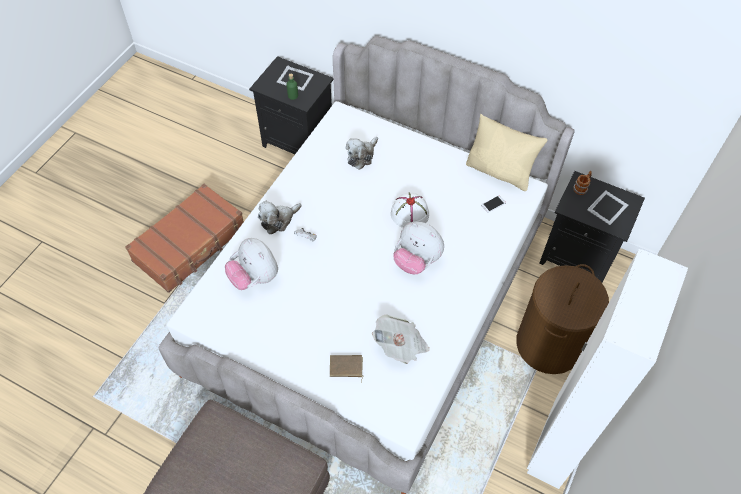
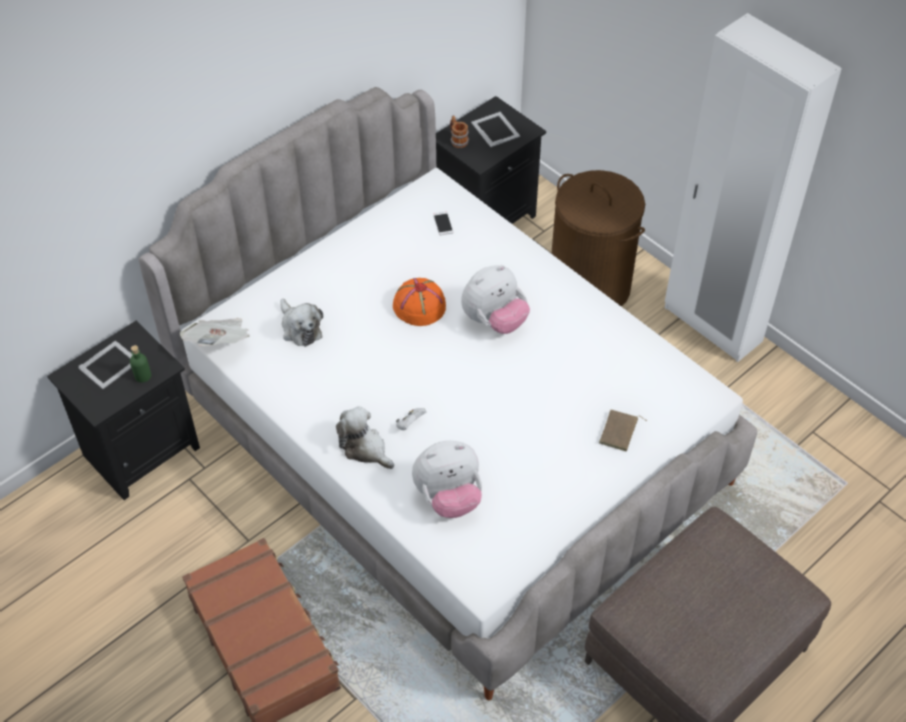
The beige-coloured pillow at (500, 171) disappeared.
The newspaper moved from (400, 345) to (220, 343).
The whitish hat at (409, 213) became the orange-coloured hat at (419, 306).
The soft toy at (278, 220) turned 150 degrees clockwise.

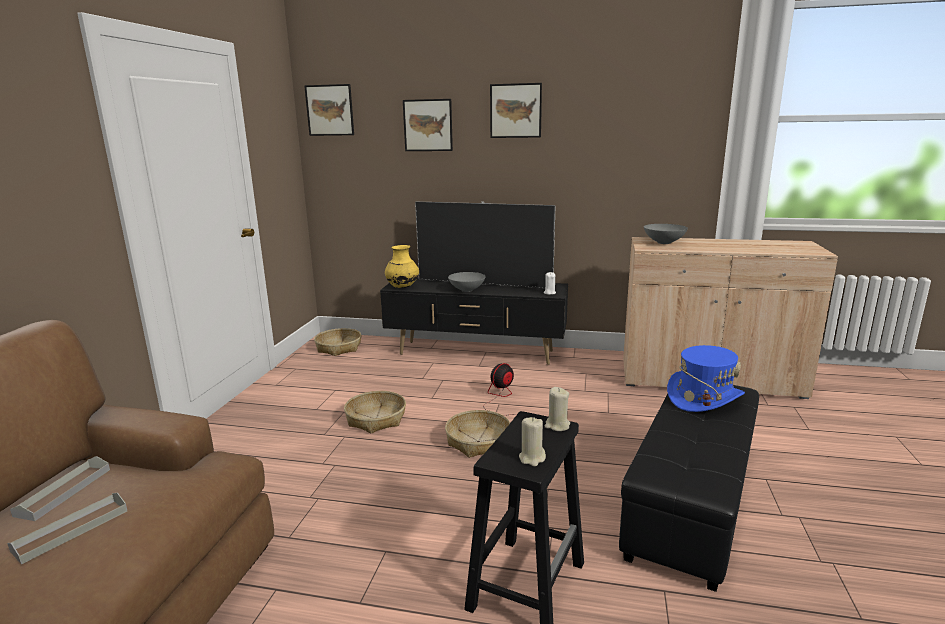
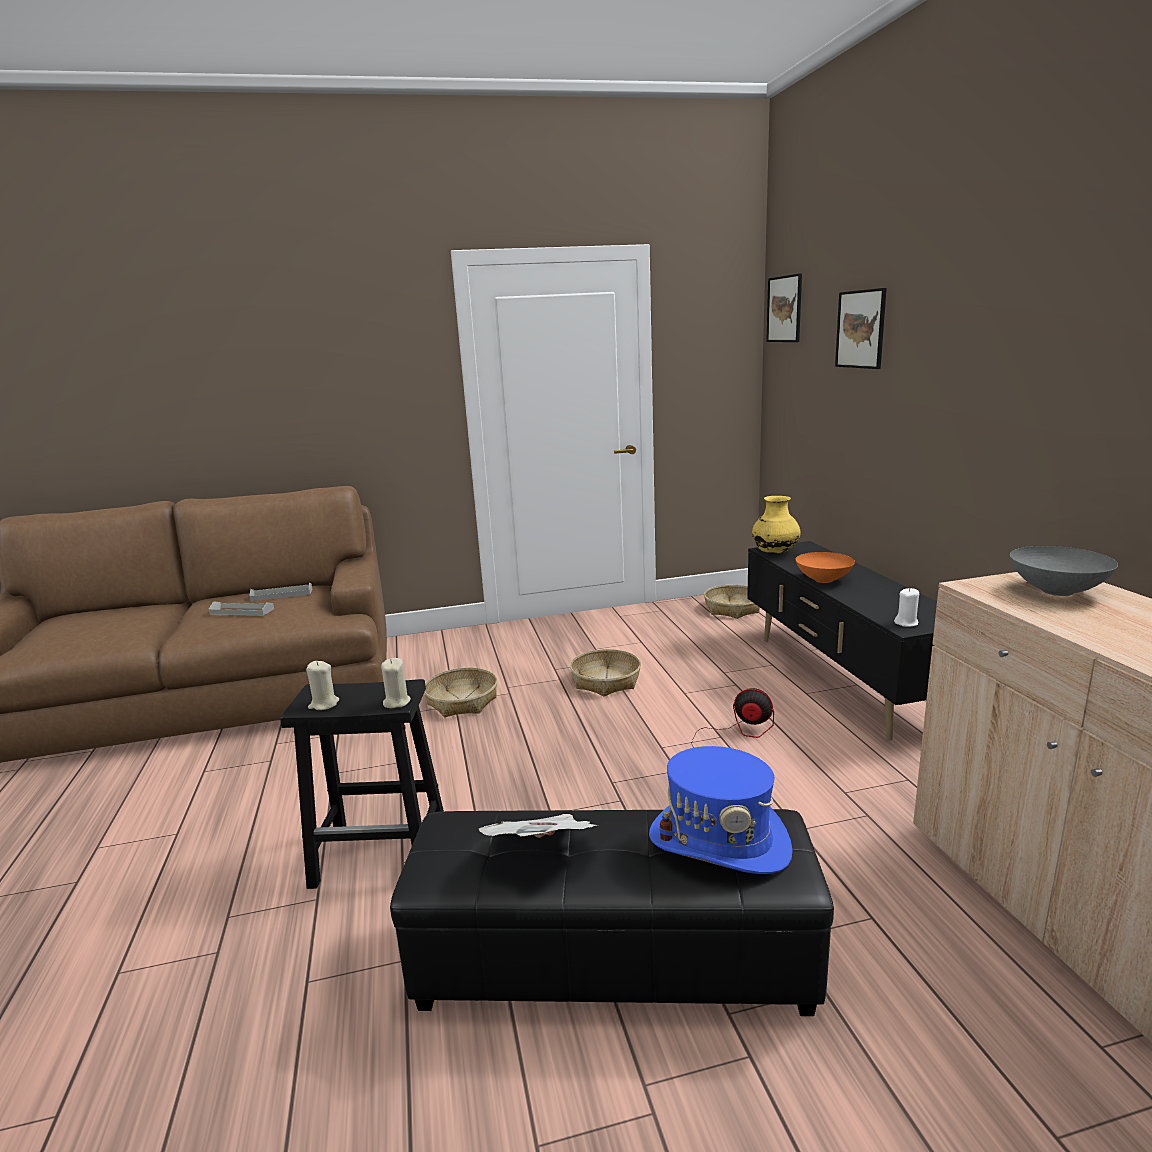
The television at (484, 284) disappeared.
The wall picture at (515, 111) disappeared.
The newspaper at (543, 851) appeared.
The household basket moved from (478, 441) to (462, 701).
The grey serving bowl at (466, 290) became the orange-coloured serving bowl at (822, 580).

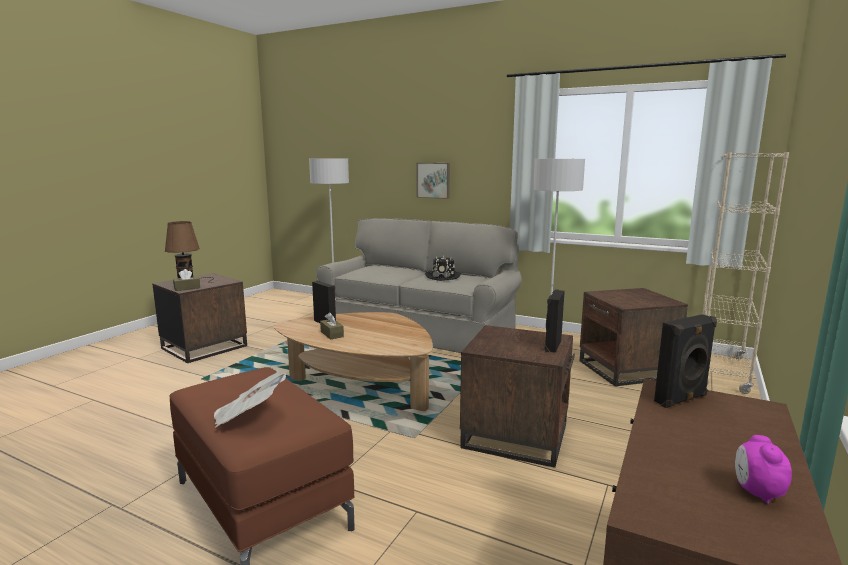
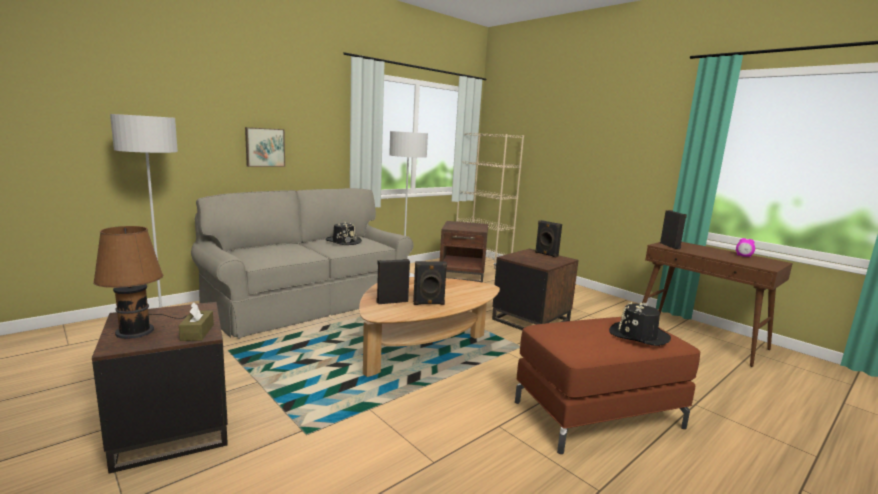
The newspaper at (249, 417) was replaced by the black hat at (638, 335).
The brownish box of tissues at (332, 334) was replaced by the black audio speaker at (428, 303).

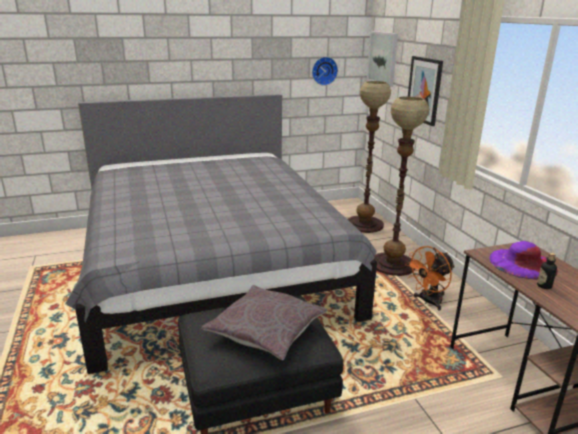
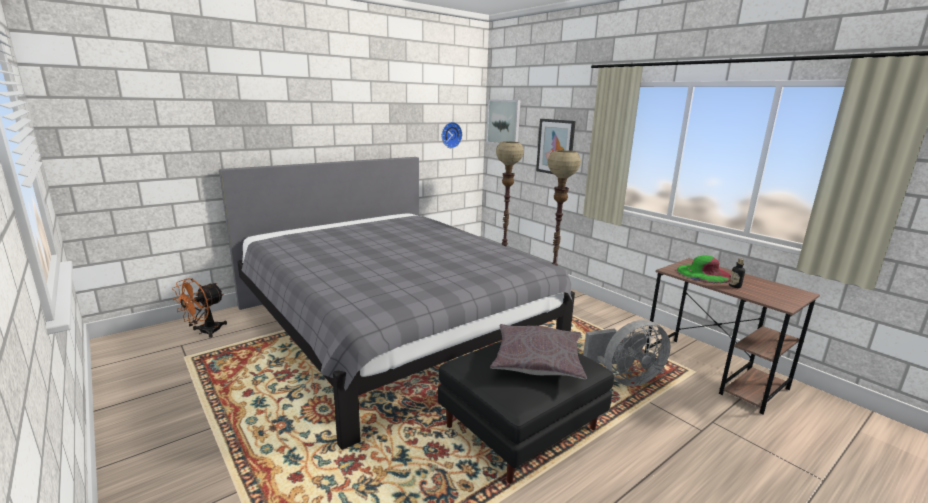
The grey fan at (624, 378) appeared.
The orange-coloured fan moved from (428, 302) to (205, 332).
The purple-coloured hat at (522, 263) became the greenish hat at (704, 273).

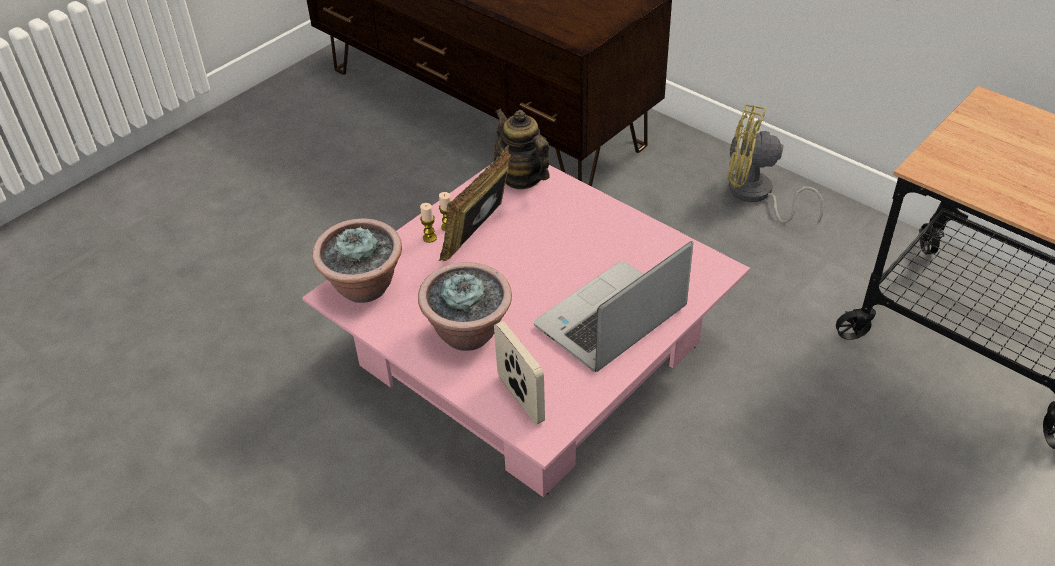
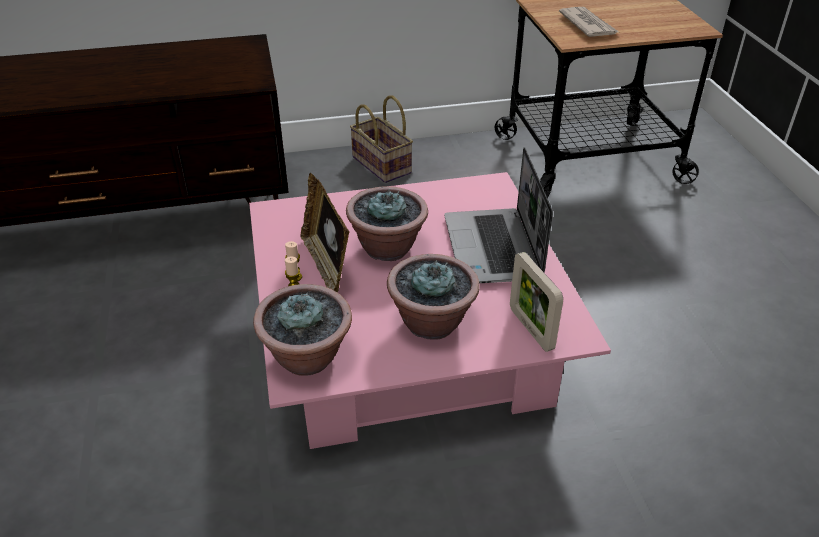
The teapot at (522, 177) disappeared.
The potted plant at (387, 248) appeared.
The newspaper at (587, 25) appeared.
The yellowish fan at (756, 195) was replaced by the household basket at (383, 165).
The picture frame at (520, 398) turned 120 degrees counterclockwise.

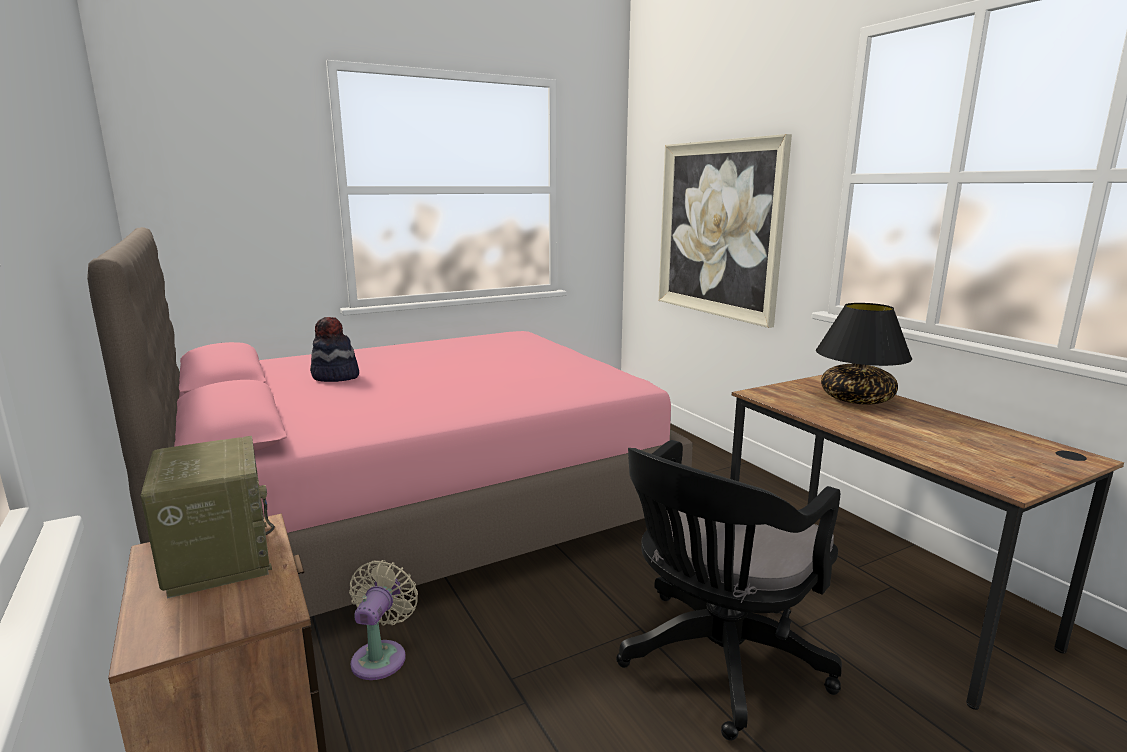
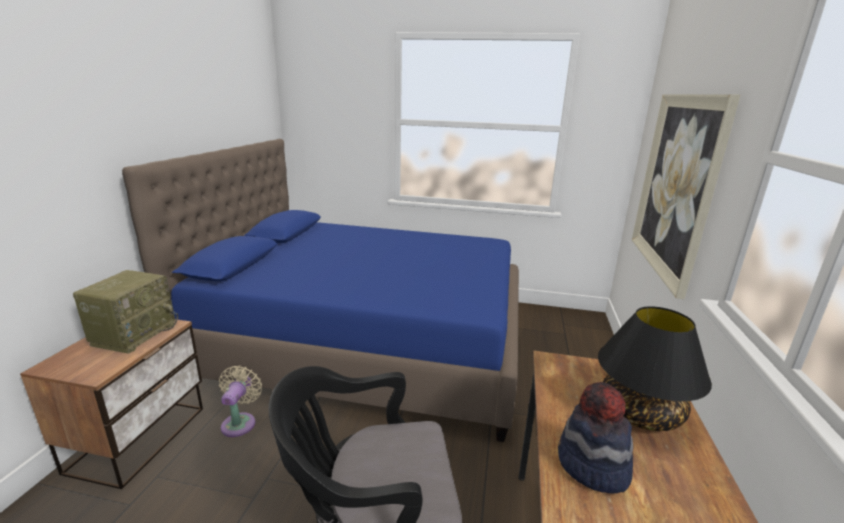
The hat moved from (335, 377) to (592, 465).
The pink-coloured sleeping bed at (418, 508) became the blue-coloured sleeping bed at (367, 342).
The beige-coloured fan at (381, 656) turned 45 degrees counterclockwise.

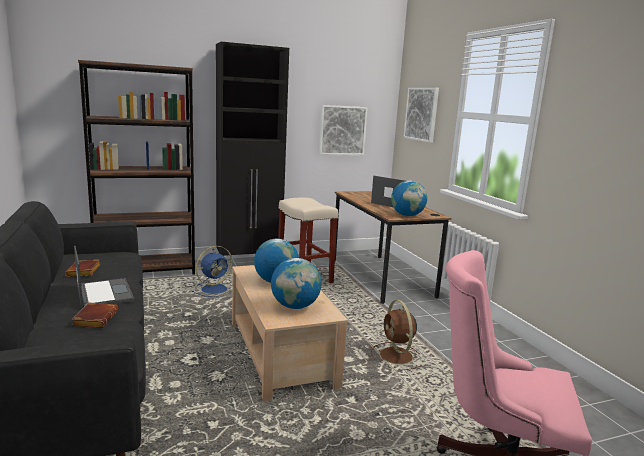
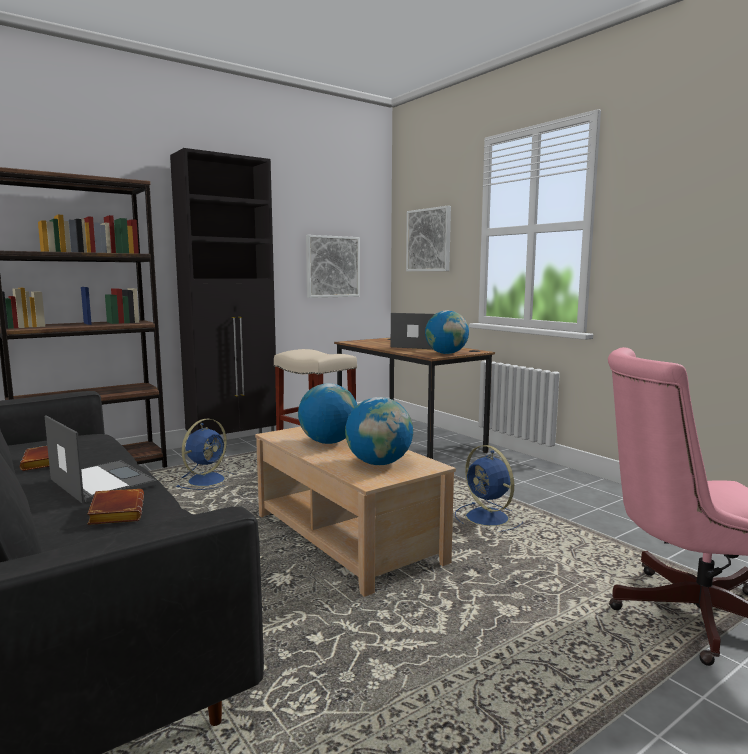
The brownish fan at (396, 357) became the blue-coloured fan at (488, 518).

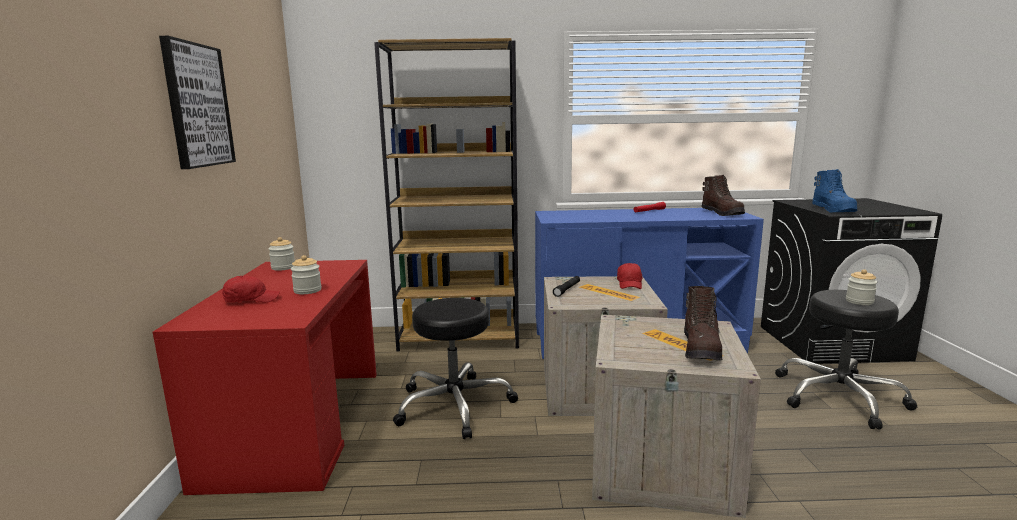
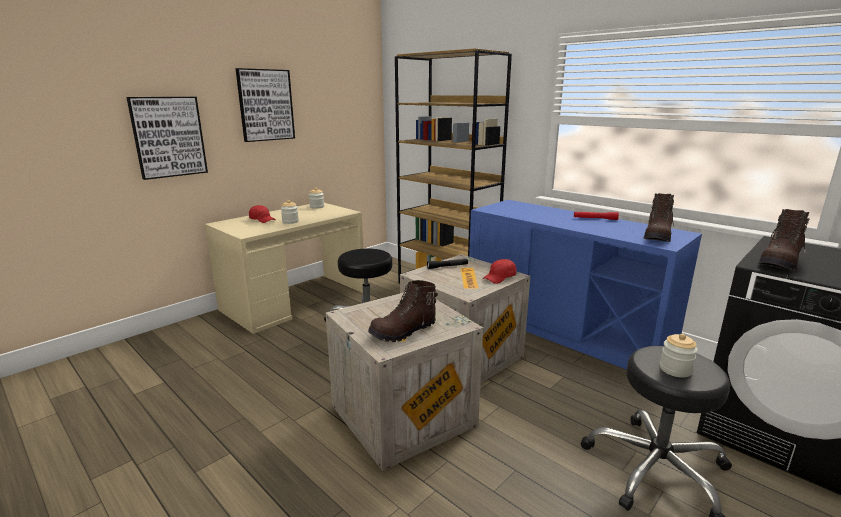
The wall picture at (168, 137) appeared.
The reddish desk at (297, 424) became the beige-coloured desk at (294, 300).
The blue-coloured tall boot at (833, 210) became the brownish tall boot at (780, 262).

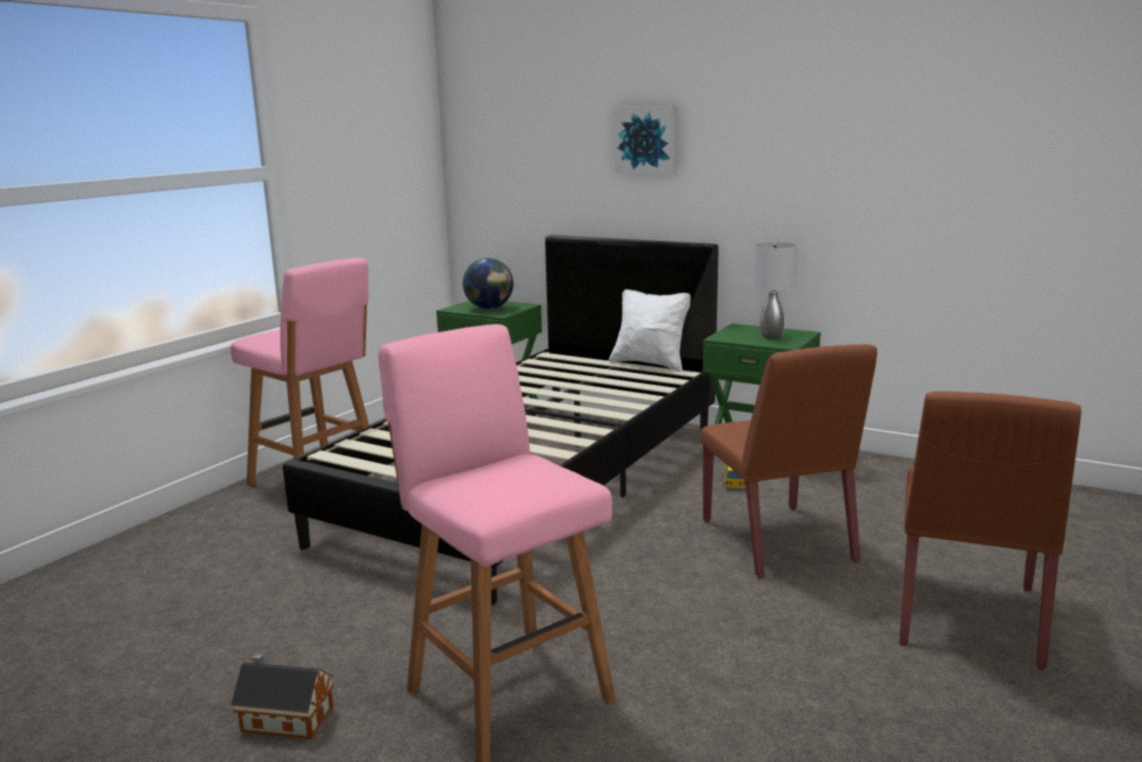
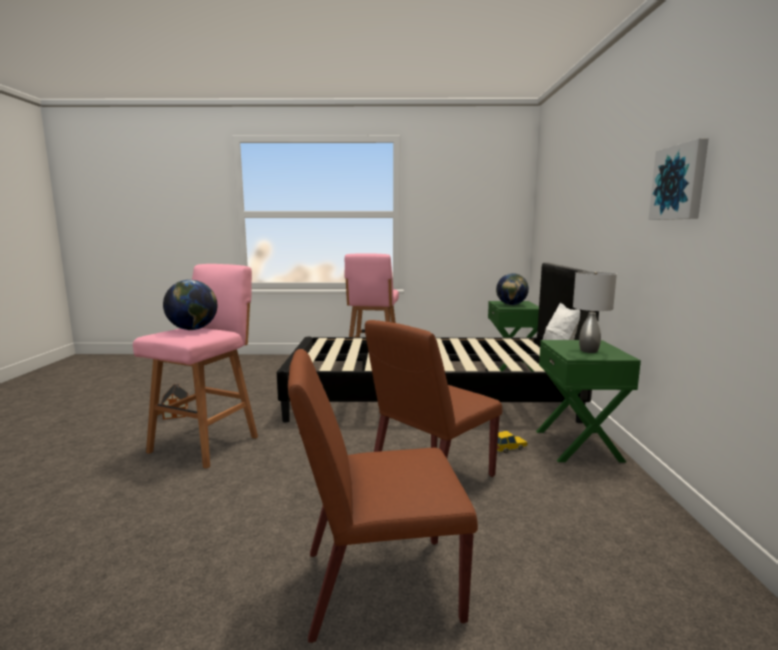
The world globe at (193, 329) appeared.
The wall picture moved from (647, 140) to (680, 182).

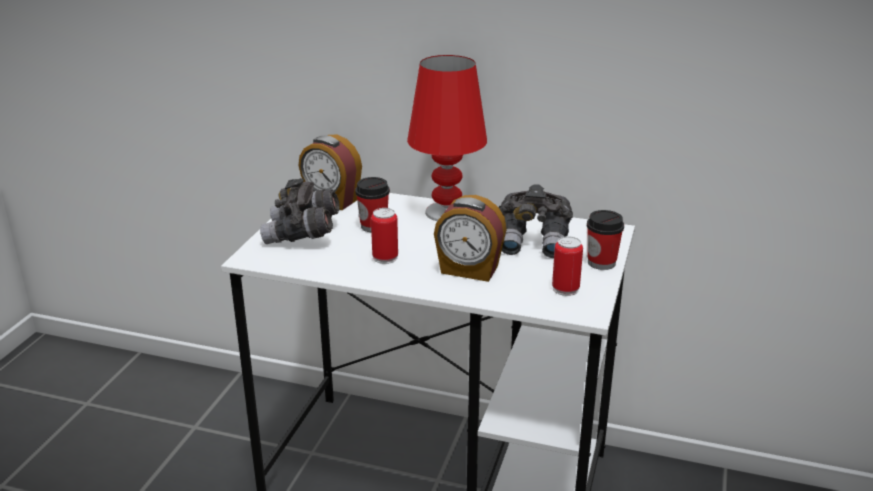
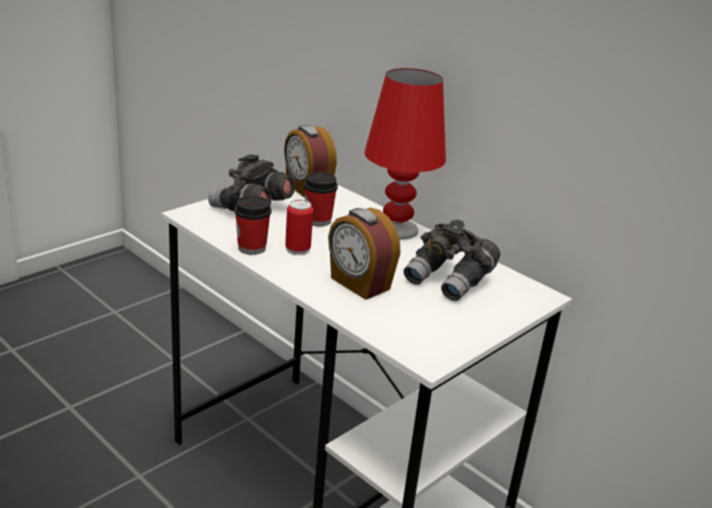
The metal can at (565, 289) disappeared.
The small cup moved from (601, 262) to (252, 248).

